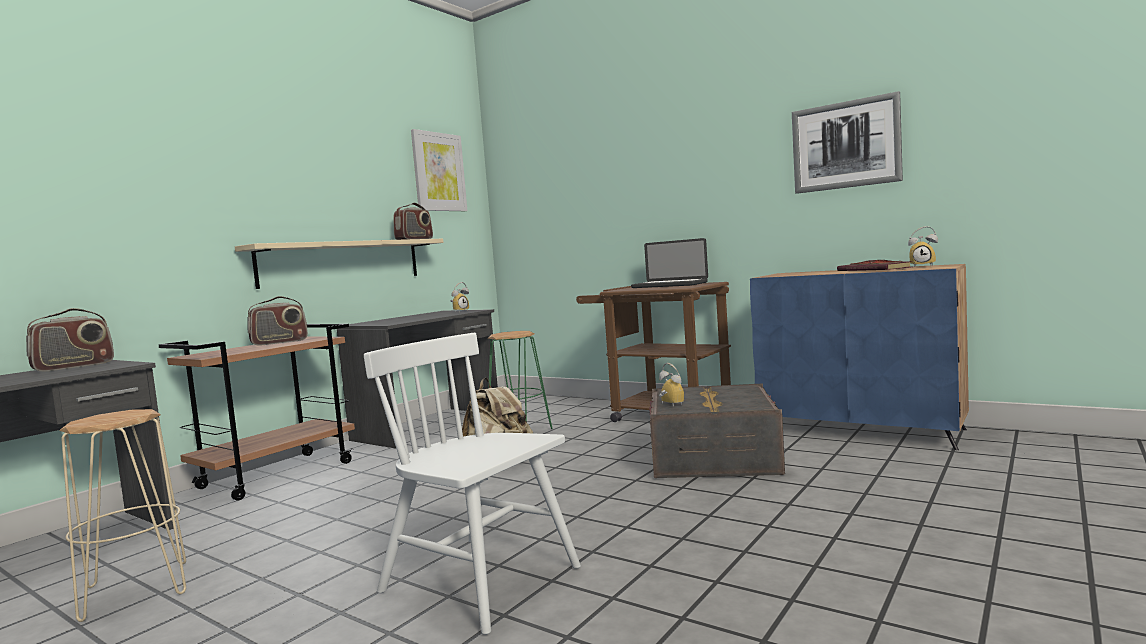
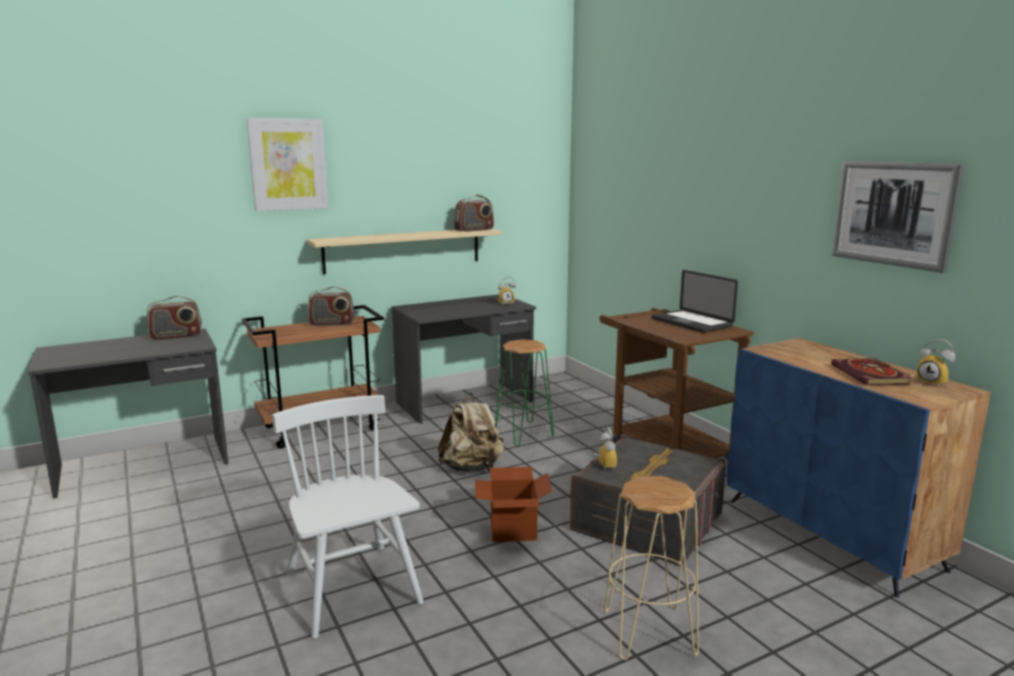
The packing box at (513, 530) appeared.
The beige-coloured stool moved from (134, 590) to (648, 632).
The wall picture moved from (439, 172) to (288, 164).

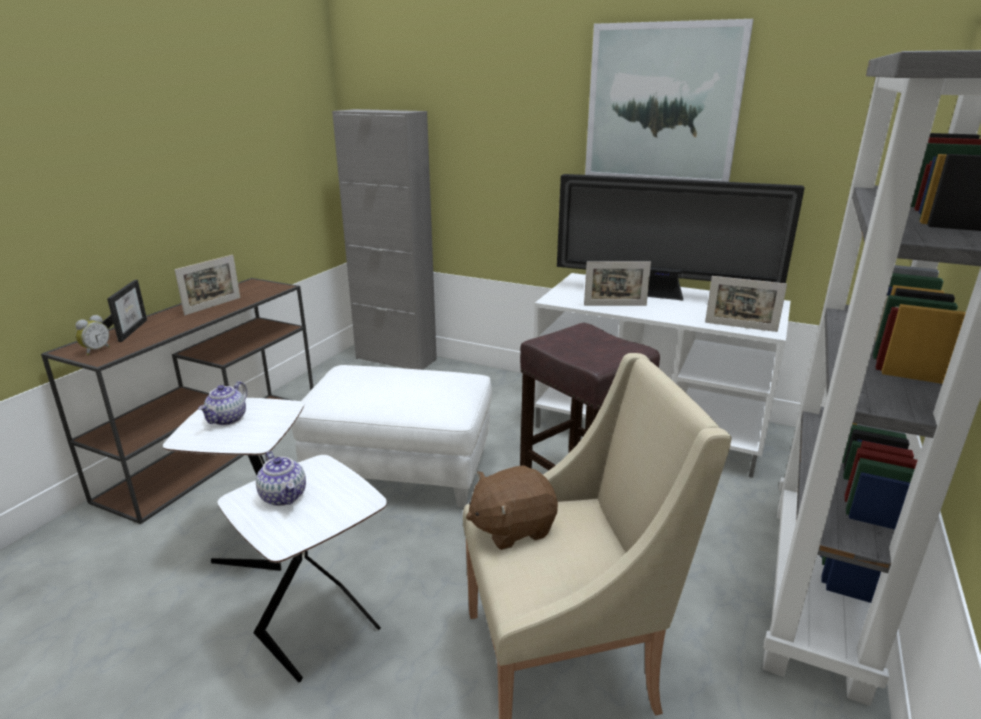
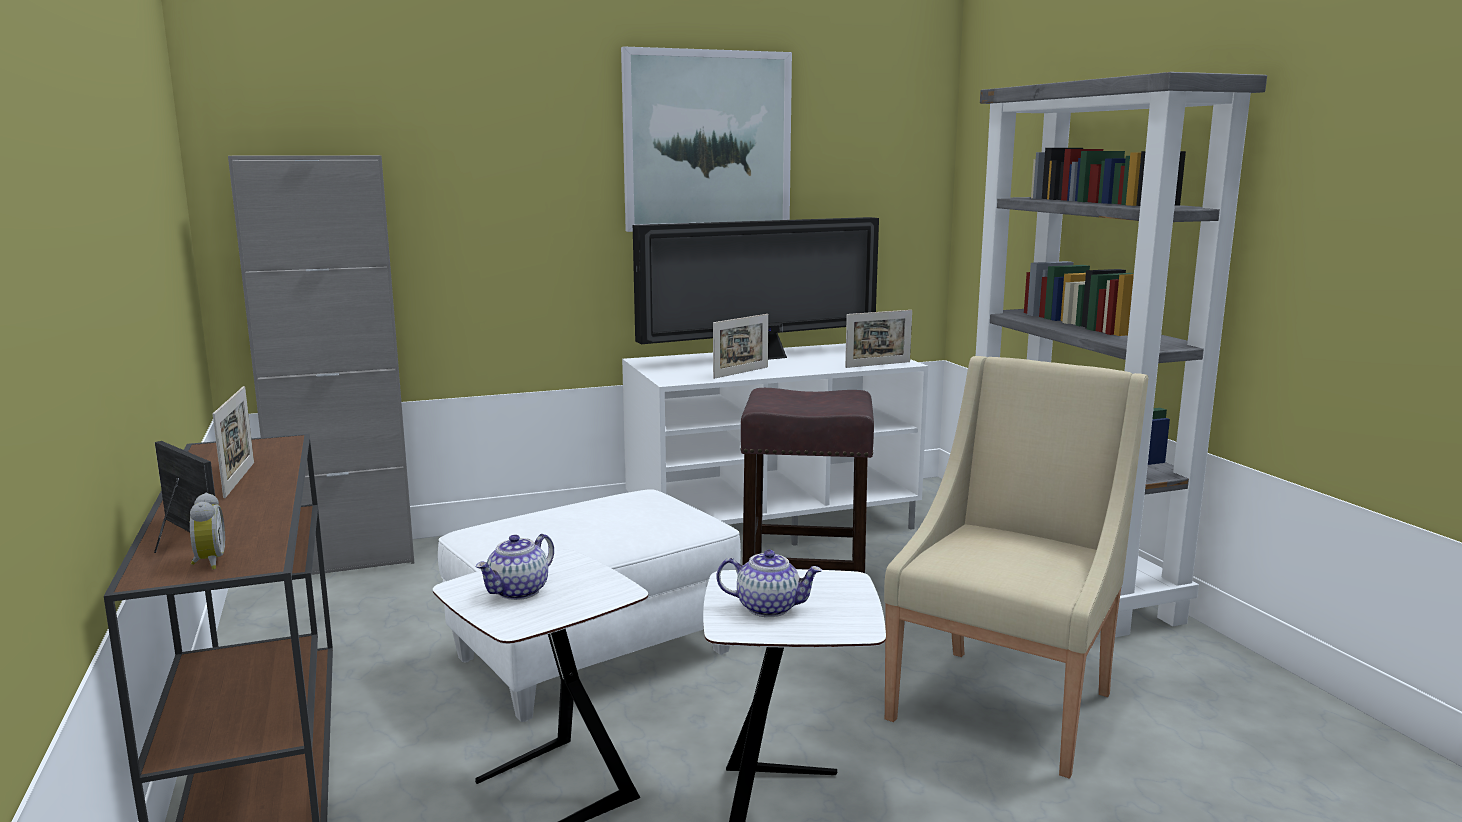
The brownish soft toy at (512, 527) disappeared.
The teapot at (227, 419) turned 60 degrees clockwise.

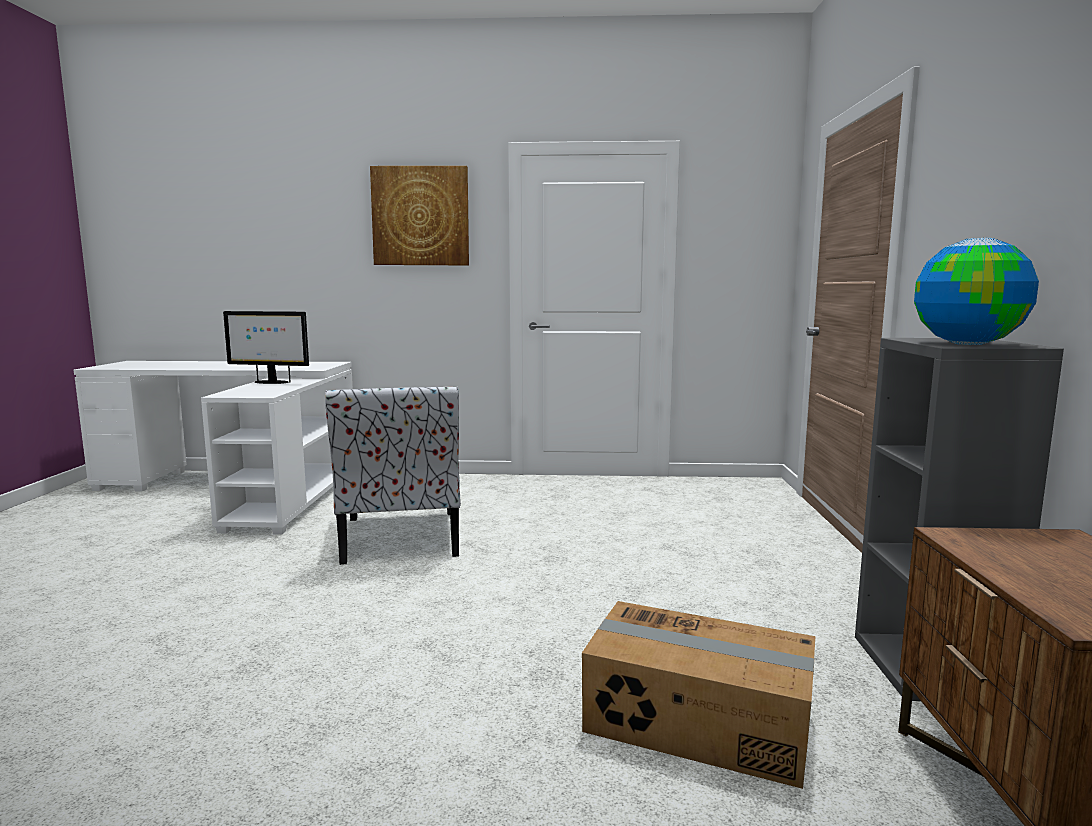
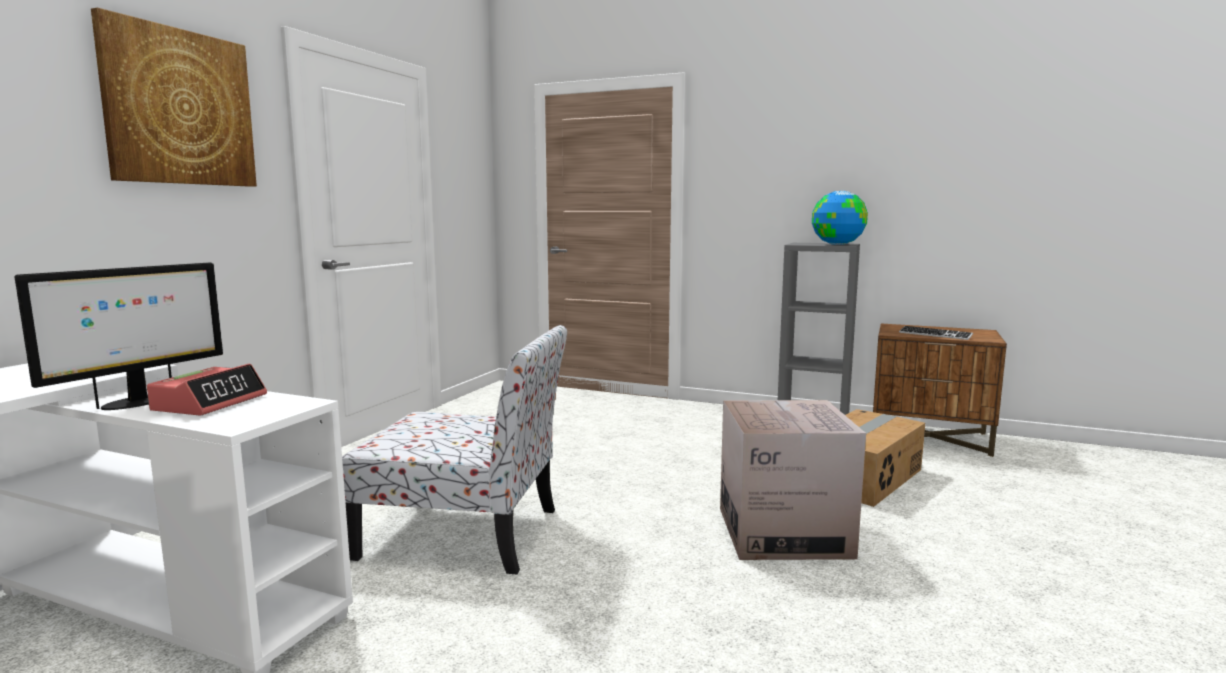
The table clock at (210, 403) appeared.
The packing box at (783, 532) appeared.
The computer keyboard at (935, 335) appeared.

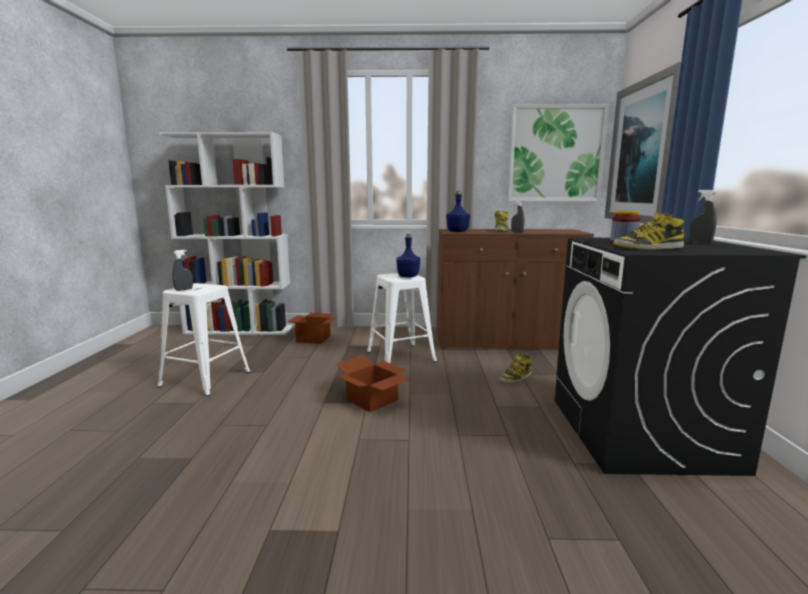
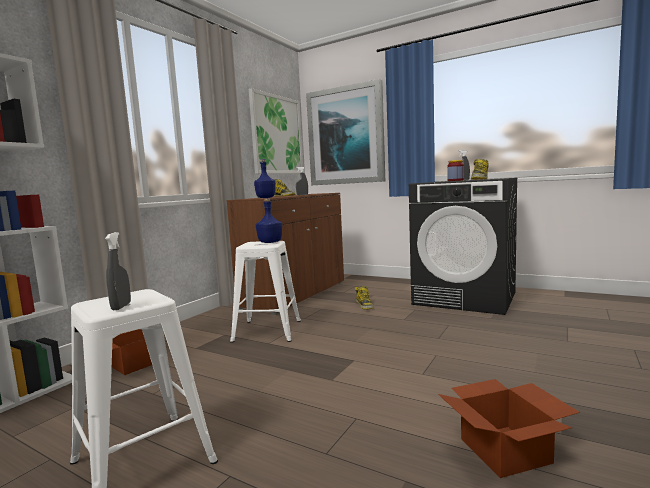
The packing box moved from (372, 400) to (507, 451).

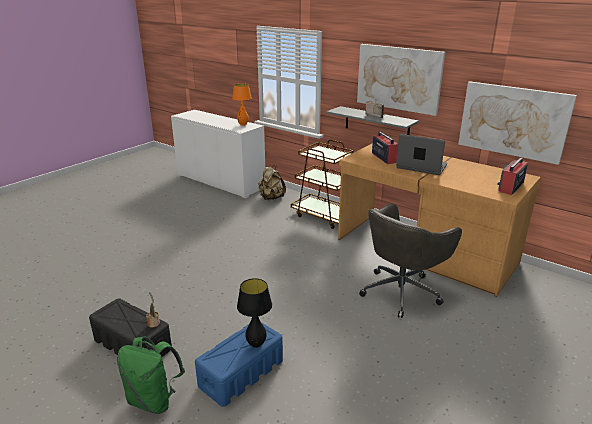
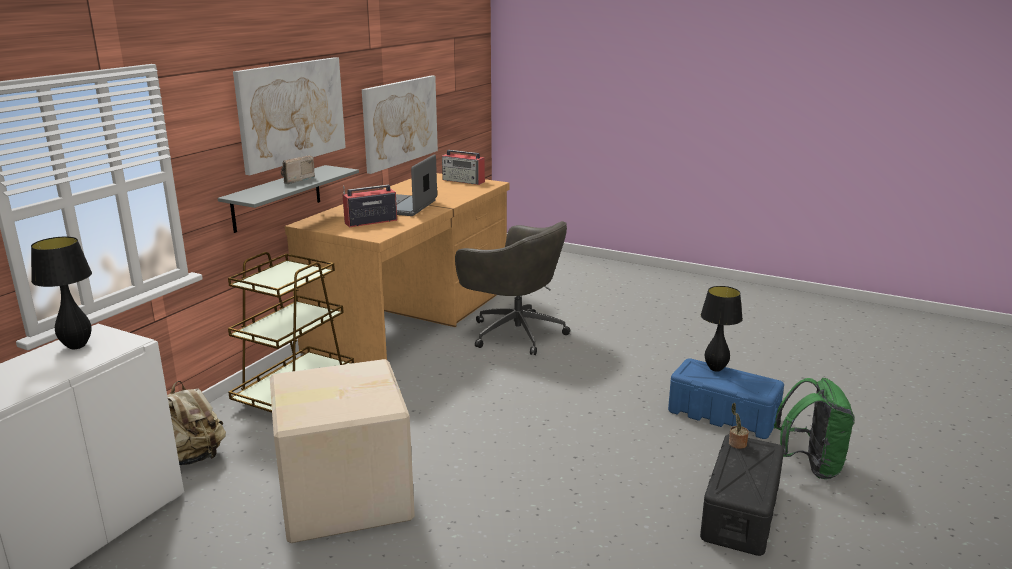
The packing box at (343, 496) appeared.
The orange-coloured table lamp at (243, 125) became the black table lamp at (76, 346).

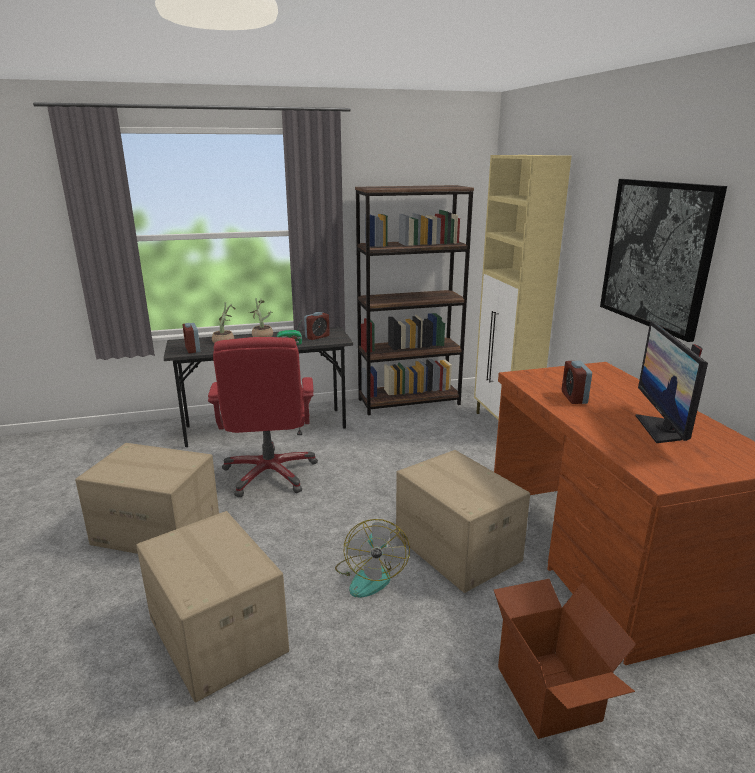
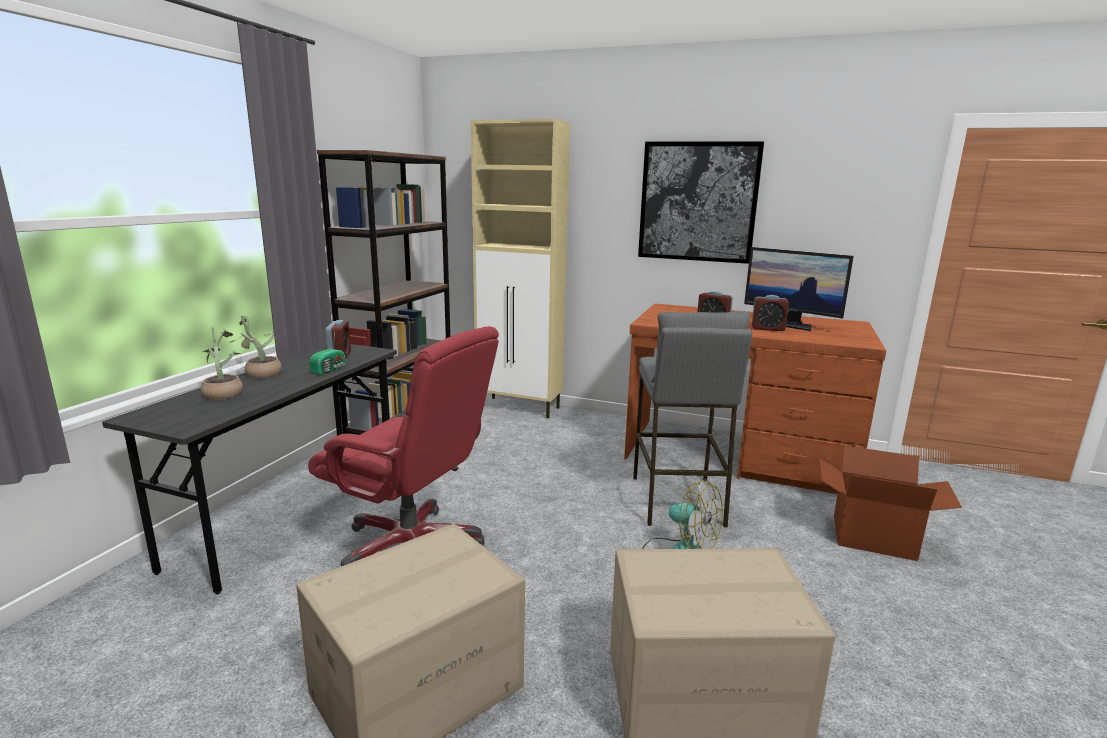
The table clock moved from (192, 349) to (767, 329).
The packing box at (456, 548) was replaced by the grey stool at (677, 501).

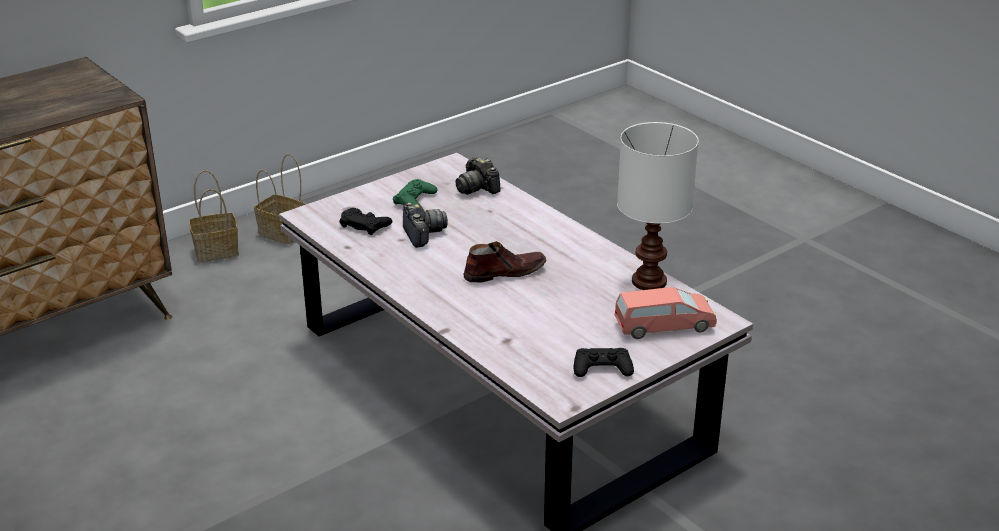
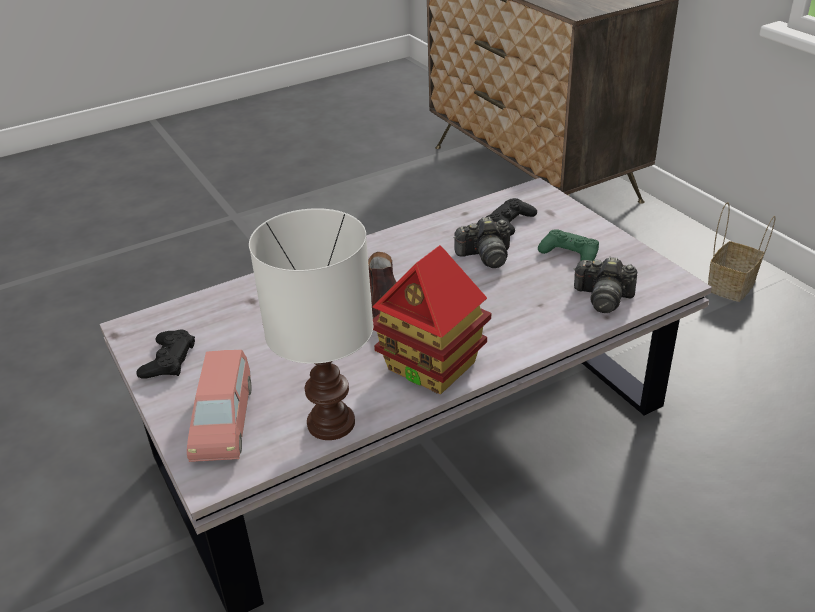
The household basket at (215, 252) disappeared.
The toy house at (432, 366) appeared.
The photo camera at (477, 188) turned 135 degrees counterclockwise.

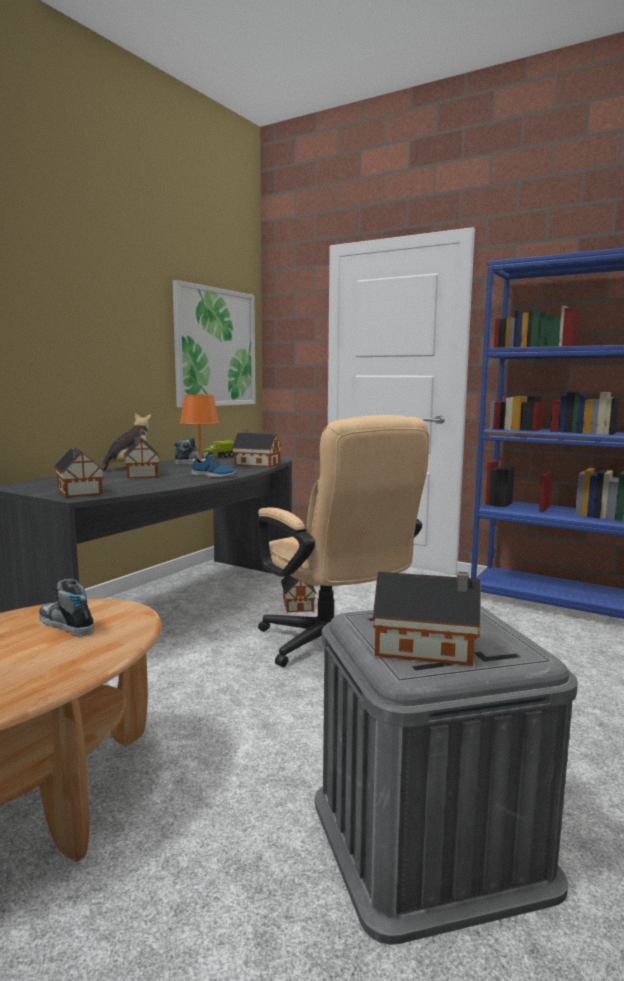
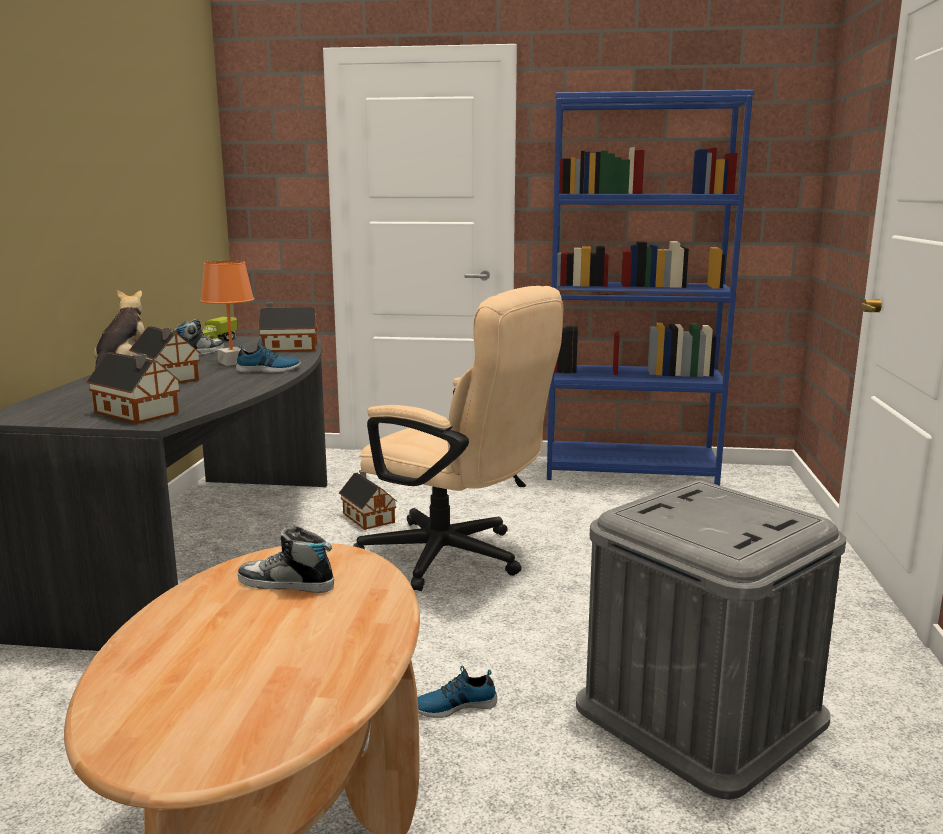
The wall picture at (215, 348) disappeared.
The toy house at (429, 648) disappeared.
The shoe at (454, 705) appeared.

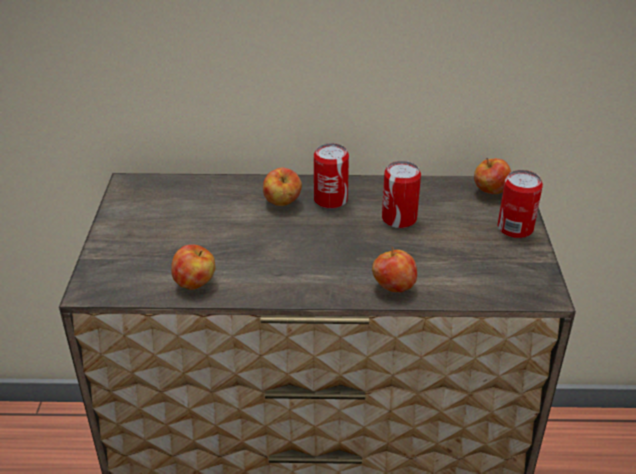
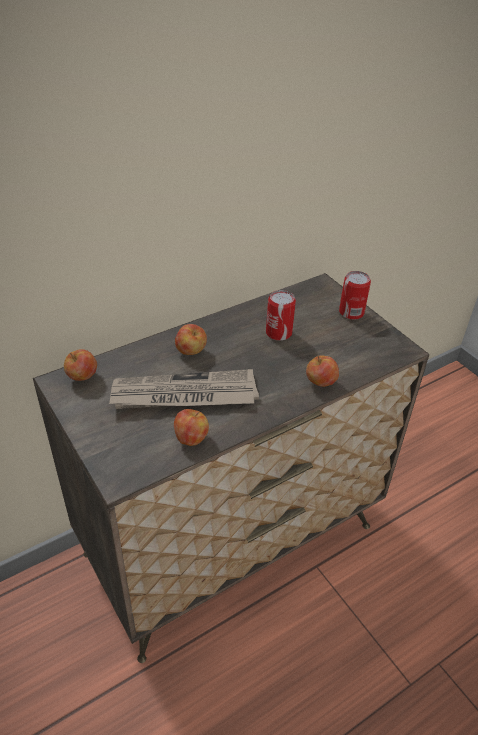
The metal can at (330, 200) disappeared.
The newspaper at (184, 395) appeared.
The whole apple moved from (490, 192) to (82, 377).

